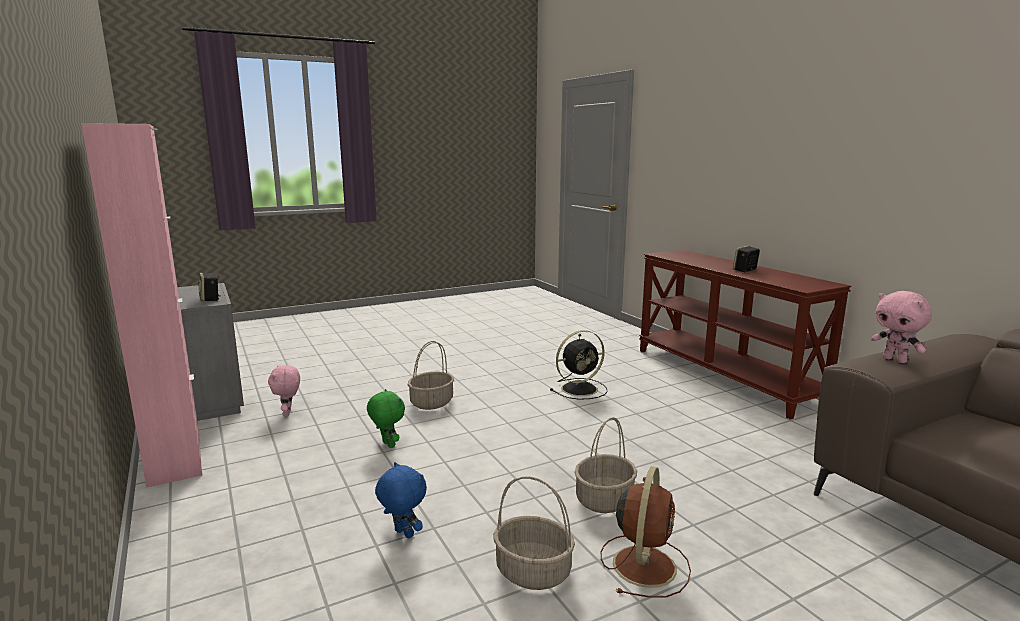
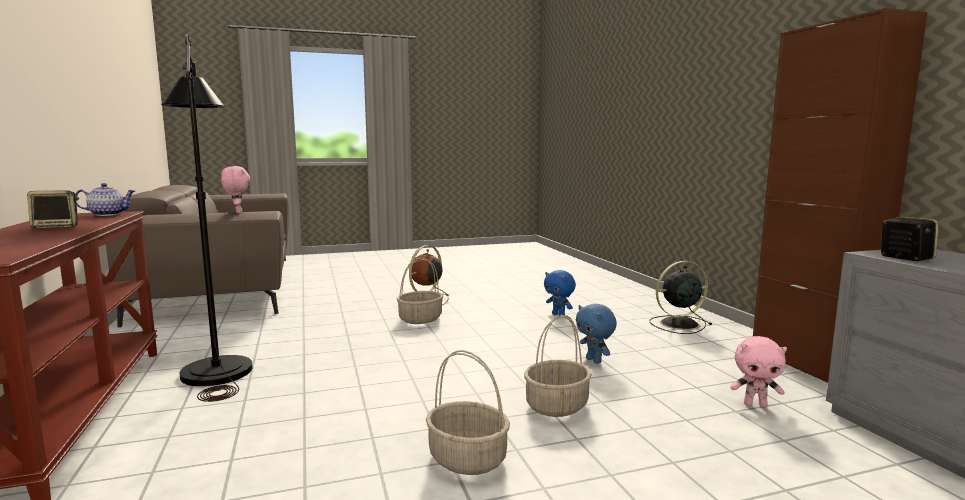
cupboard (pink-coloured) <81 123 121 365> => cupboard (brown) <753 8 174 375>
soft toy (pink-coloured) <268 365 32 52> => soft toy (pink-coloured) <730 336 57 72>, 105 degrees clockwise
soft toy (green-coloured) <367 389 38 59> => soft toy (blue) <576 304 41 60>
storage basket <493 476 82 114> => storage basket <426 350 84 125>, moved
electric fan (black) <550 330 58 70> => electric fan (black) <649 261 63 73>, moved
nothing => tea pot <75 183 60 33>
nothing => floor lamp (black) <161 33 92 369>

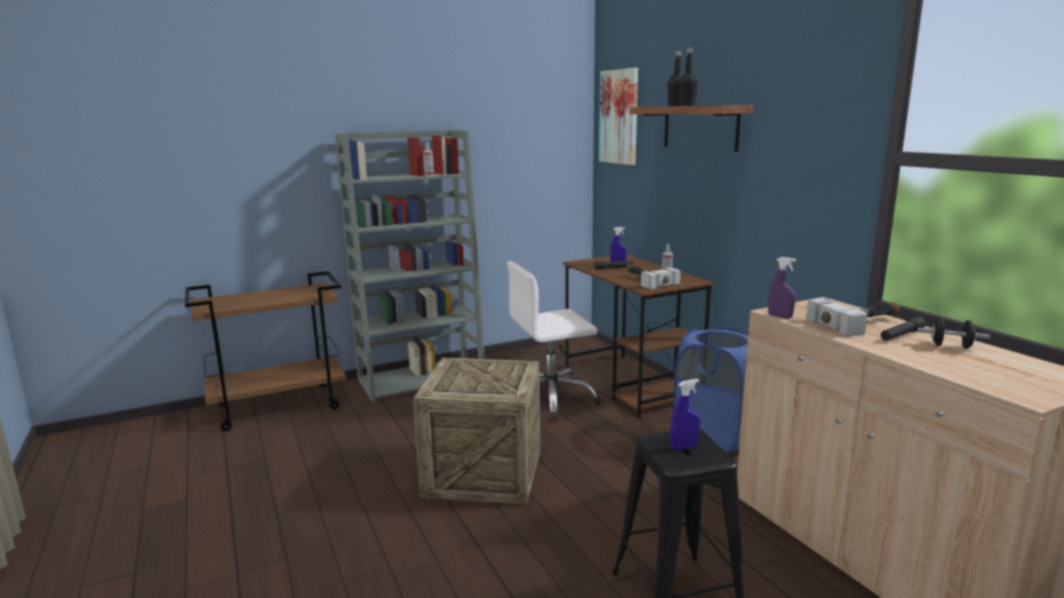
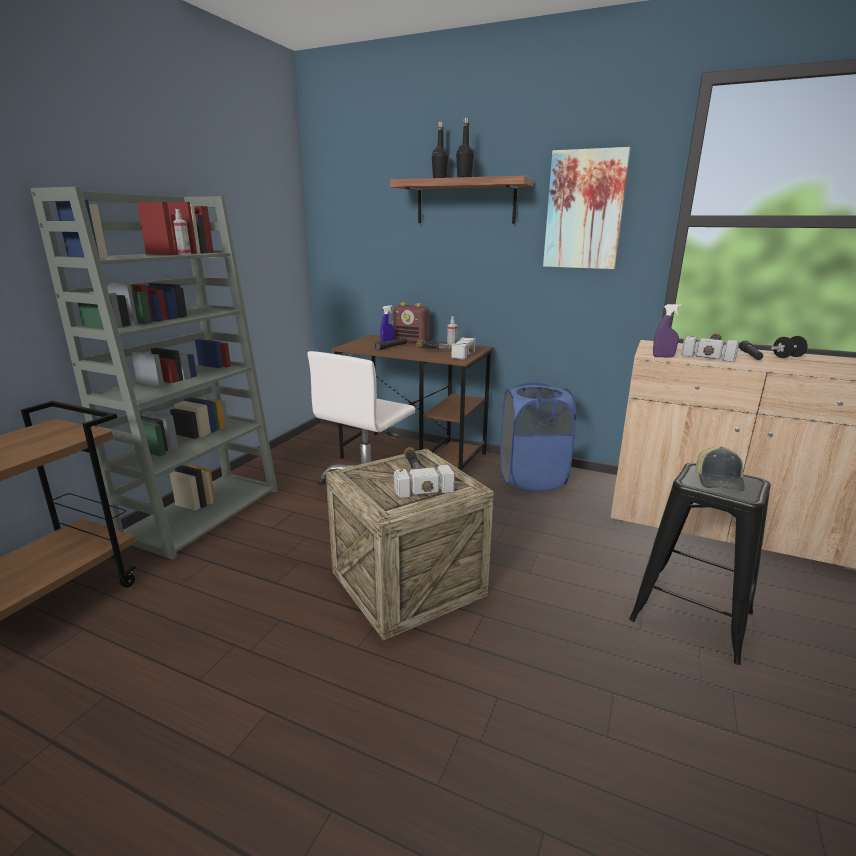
wall art <599 68 39 97> => wall art <543 147 87 122>, moved
sprayer (blue) <671 379 29 71> => baseball cap <695 446 50 45>
nothing => radio set <392 302 38 41>
nothing => hand hammer <394 447 61 51>

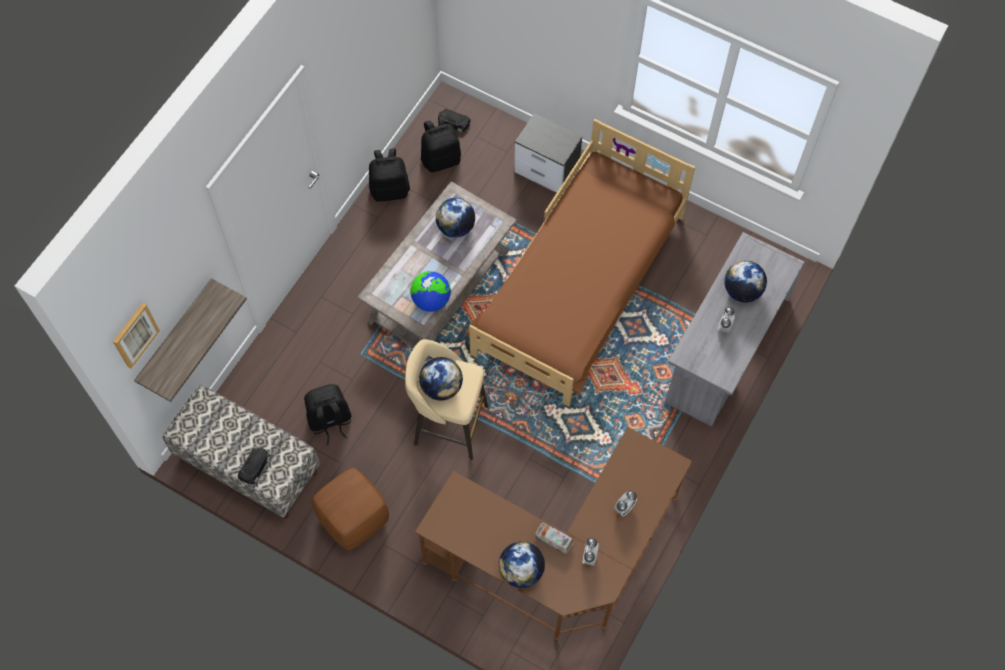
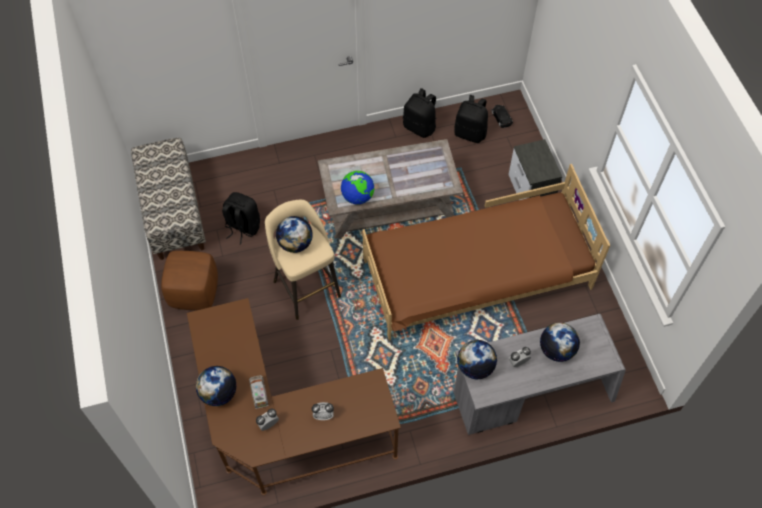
wall art <113 303 47 65> => nothing
bracket shelf <134 278 113 124> => nothing
model car (black) <238 448 32 36> => nothing
desk globe <435 198 40 40> => desk globe <457 340 40 39>, moved

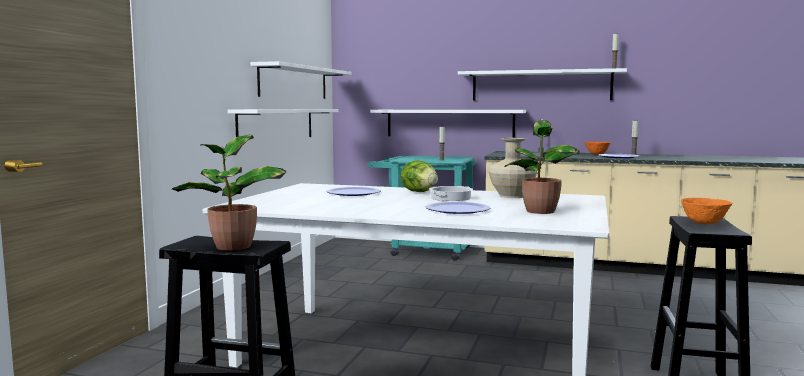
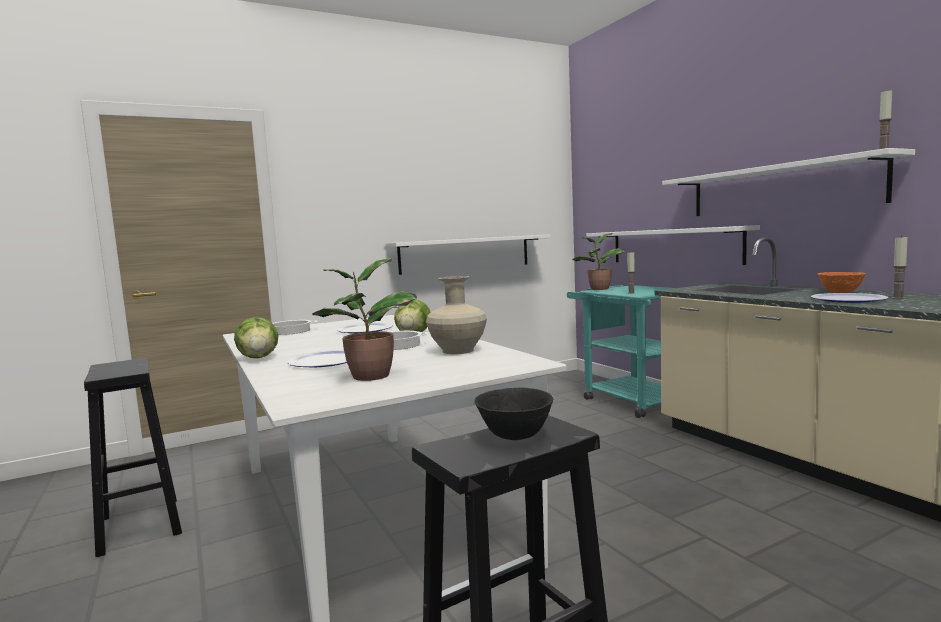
plant in a pot <171 135 115 115> => plant in a pot <572 233 53 57>, moved
bracket shelf (whitish) <250 61 101 38> => nothing
serving bowl (orange-coloured) <681 198 51 27> => serving bowl (black) <474 388 80 52>
nothing => lettuce head <234 317 45 41>
nothing => saucepot <272 320 45 15>

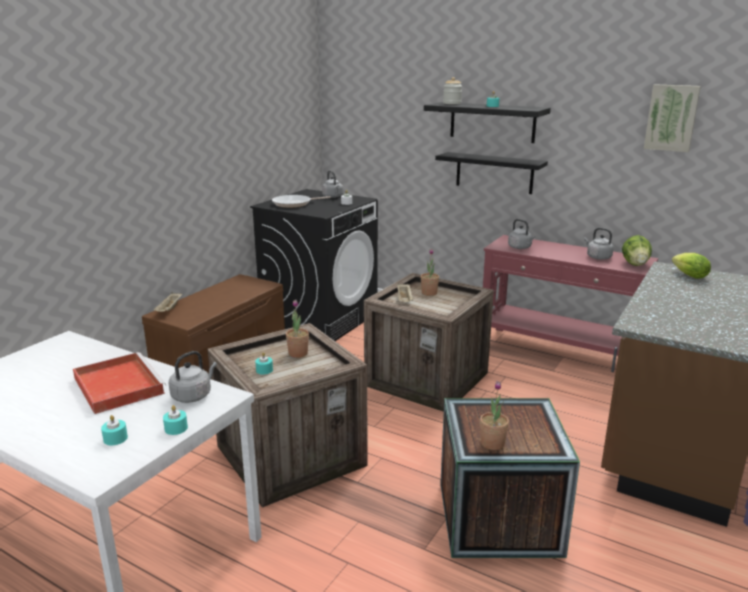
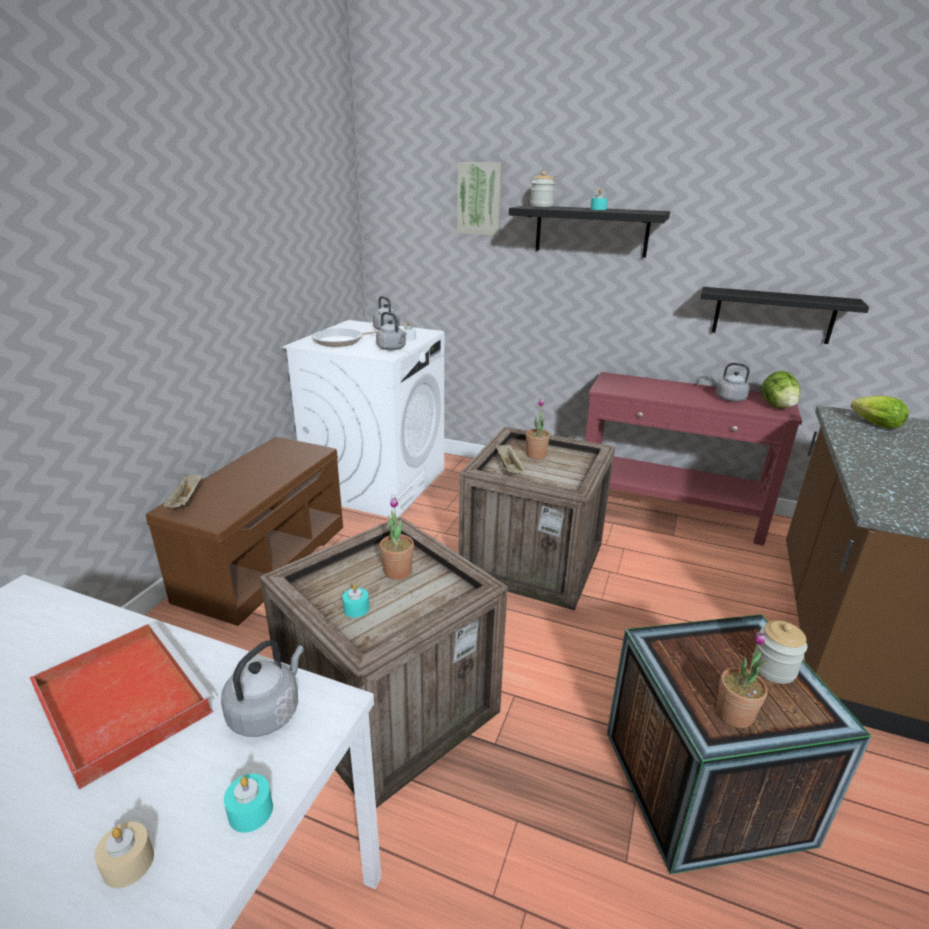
candle (blue-green) <101 415 27 30> => candle (beige) <94 822 60 66>
washing machine (black) <250 189 128 152> => washing machine (whitish) <283 320 161 198>
bracket shelf (black) <435 152 113 42> => bracket shelf (black) <700 287 169 57>, moved
kettle (grey) <508 219 27 30> => kettle (grey) <376 312 30 38>, moved
wall art <644 84 57 68> => wall art <457 162 46 74>, moved
nothing => jar <752 621 55 63>

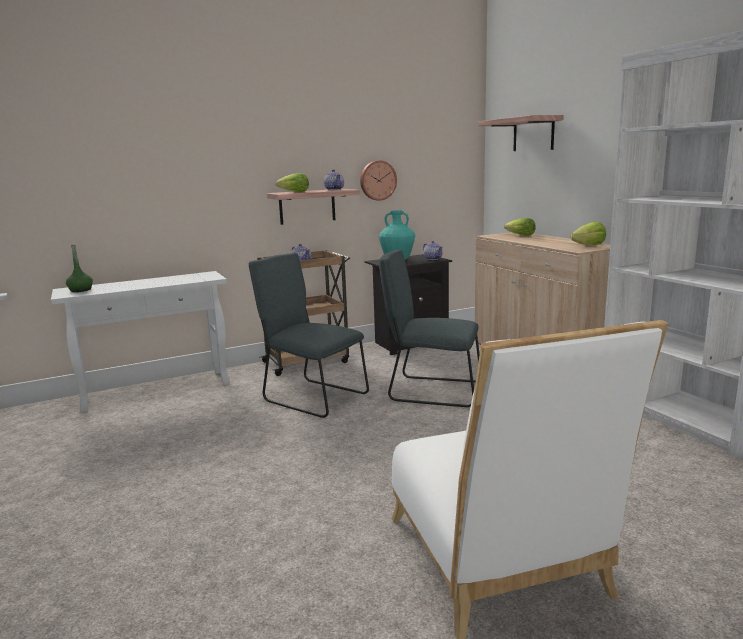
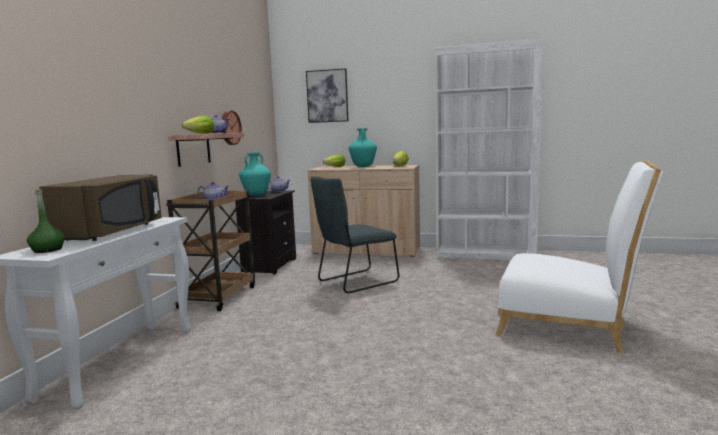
chair (grey) <249 253 120 165> => nothing
bracket shelf <478 115 86 36> => wall art <306 68 43 55>
nothing => microwave (brown) <39 174 123 67>
nothing => vase (blue-green) <349 128 28 39>

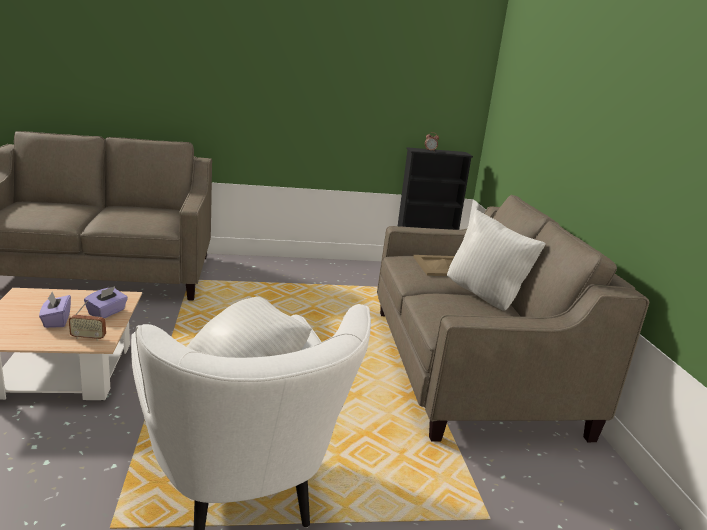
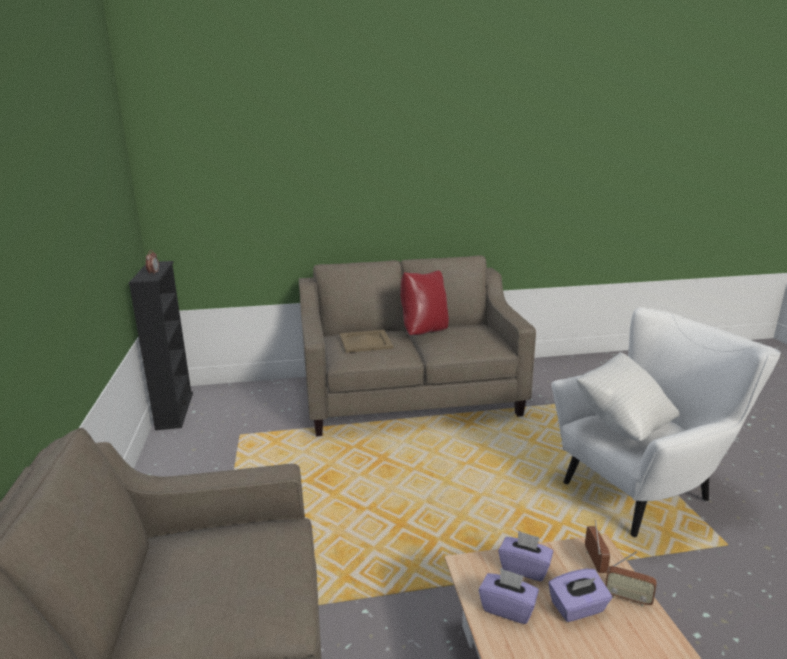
throw pillow (whitish) <447 209 99 102> => throw pillow (red) <400 270 49 65>
nothing => box of tissues (purple-coloured) <479 568 60 56>
nothing => radio set <605 551 51 56>

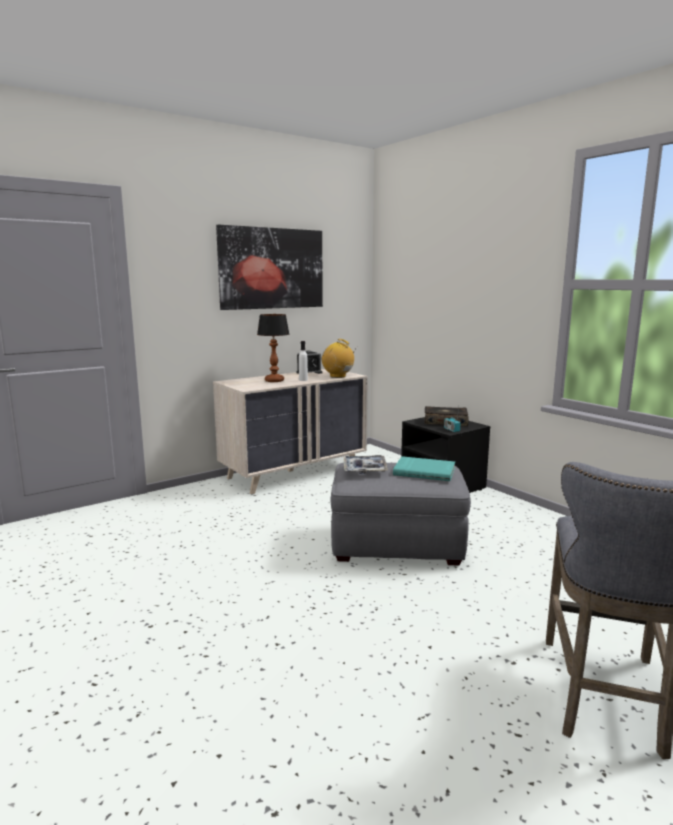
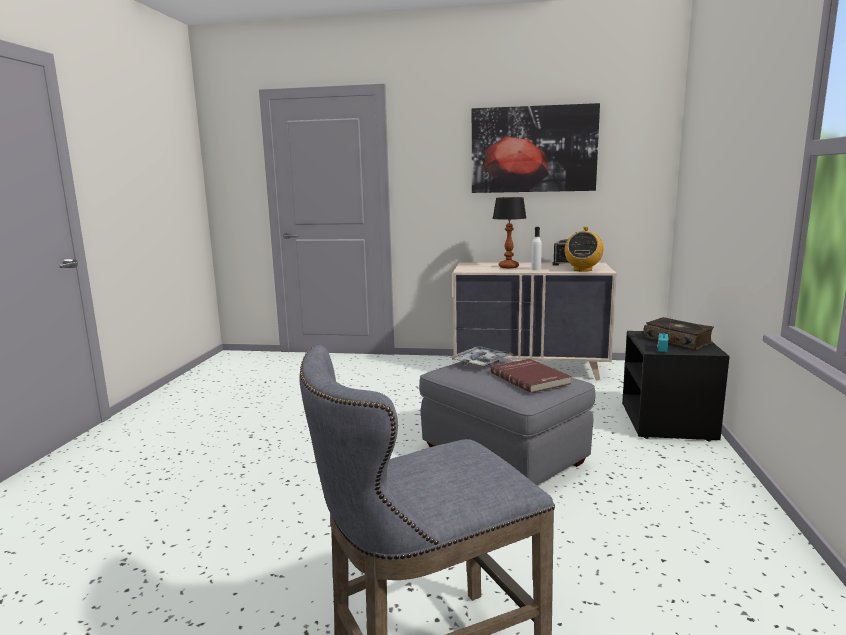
radio set <321 339 34 39> => radio set <564 226 39 46>, 150 degrees counterclockwise
book (blue-green) <393 456 62 25> => book (red) <491 359 80 34>

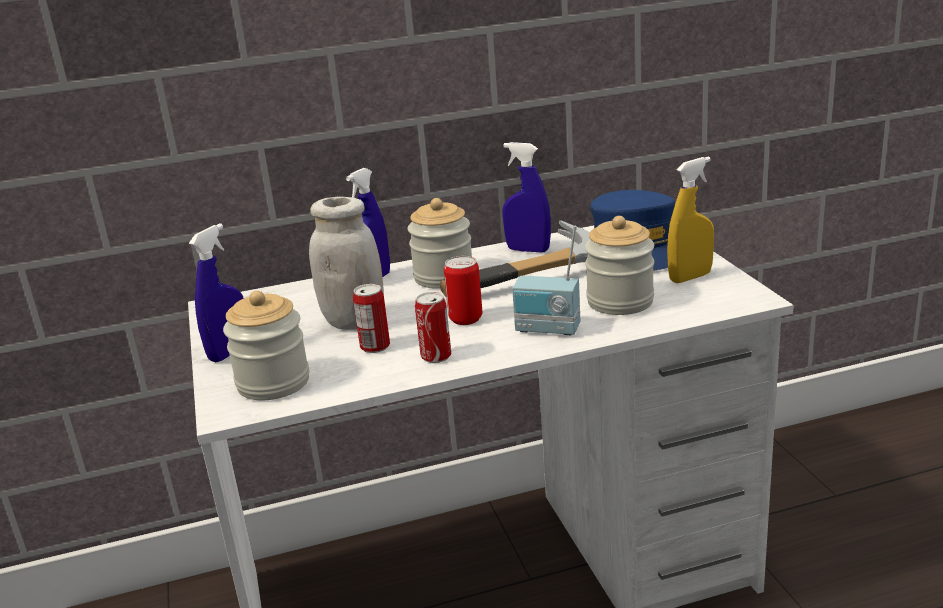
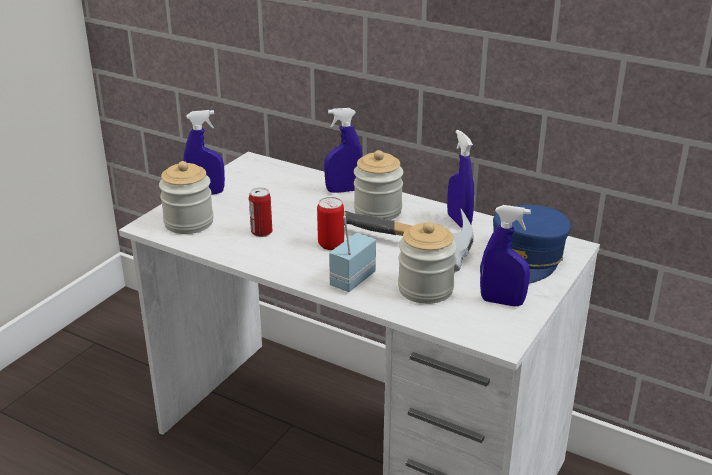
jar (whitish) <309 197 75 133> => nothing
sealed can <415 292 36 71> => nothing
radio set <512 226 68 109> => radio set <329 216 47 76>, 60 degrees clockwise
sprayer (yellow-coloured) <667 157 47 126> => sprayer (blue) <480 205 51 102>

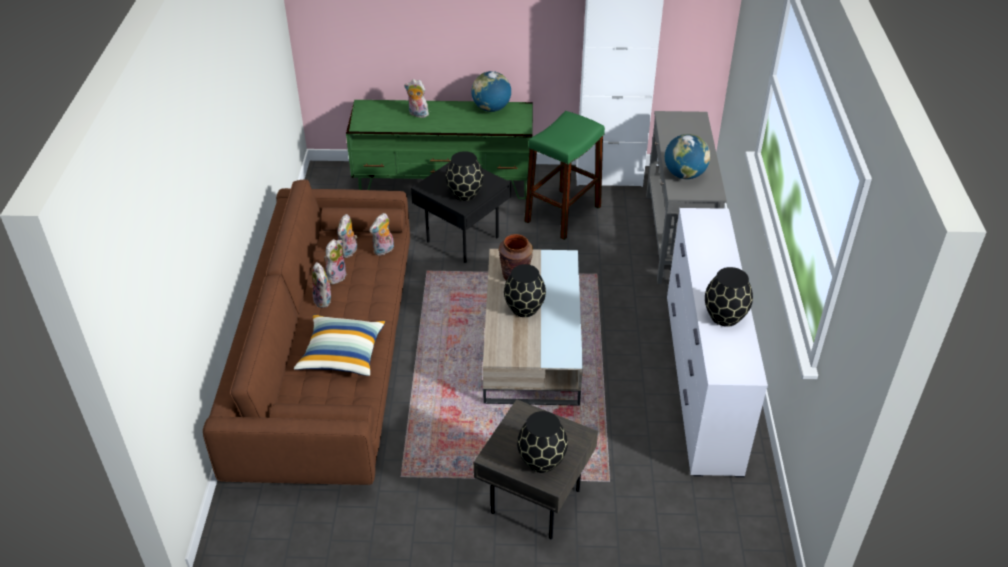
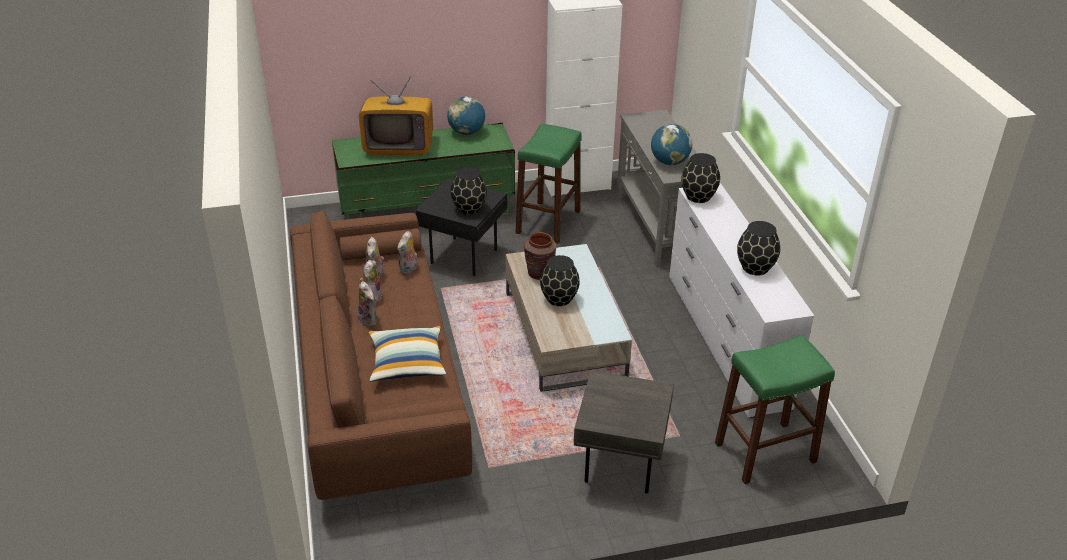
soft toy <404 79 26 39> => television <359 76 74 79>
vase (black) <517 411 51 62> => vase (black) <681 153 39 50>, moved
nothing => sitting stool (green-coloured) <715 335 120 149>

